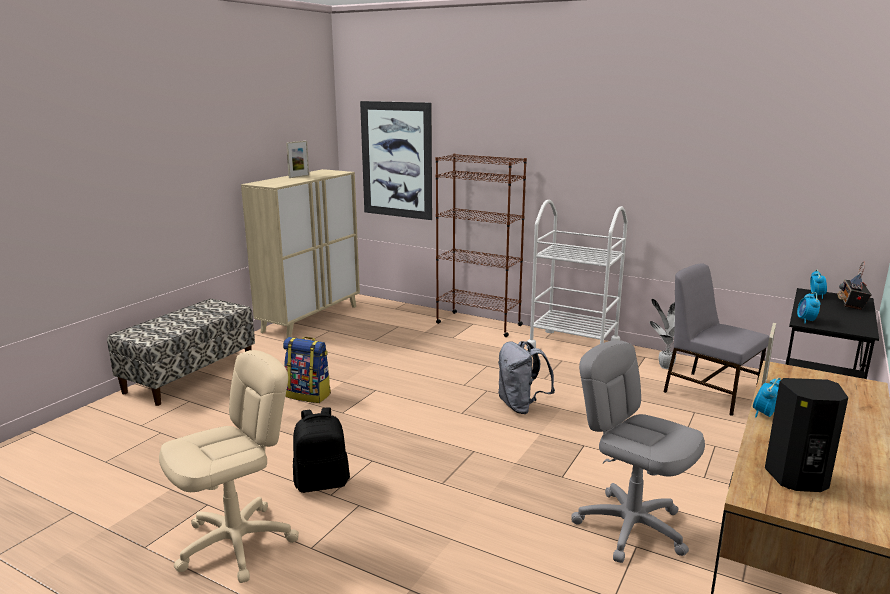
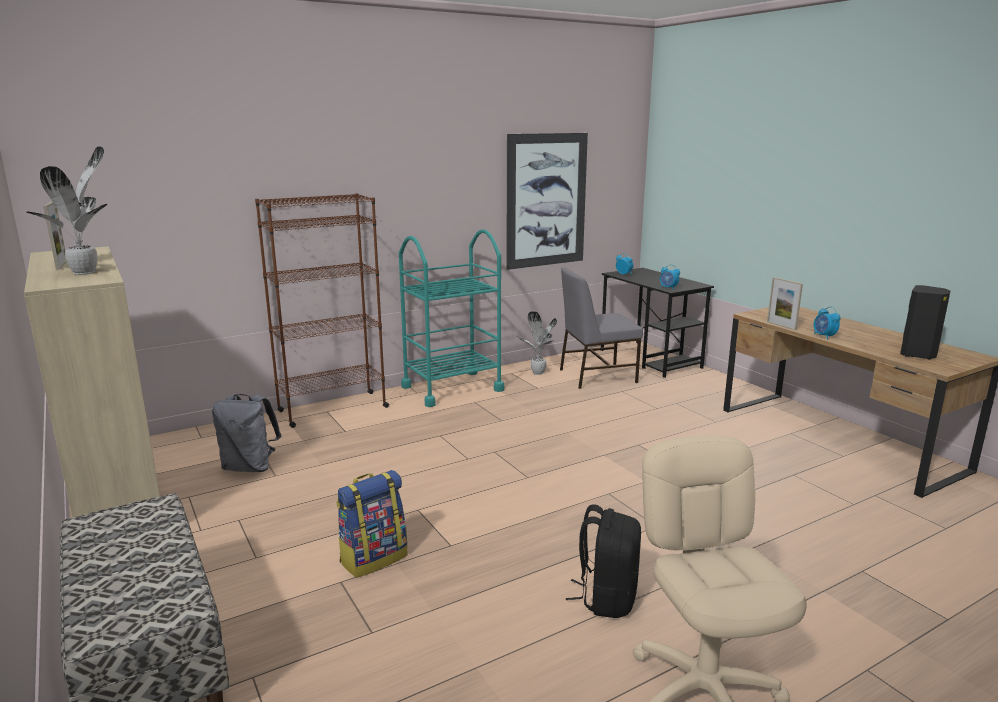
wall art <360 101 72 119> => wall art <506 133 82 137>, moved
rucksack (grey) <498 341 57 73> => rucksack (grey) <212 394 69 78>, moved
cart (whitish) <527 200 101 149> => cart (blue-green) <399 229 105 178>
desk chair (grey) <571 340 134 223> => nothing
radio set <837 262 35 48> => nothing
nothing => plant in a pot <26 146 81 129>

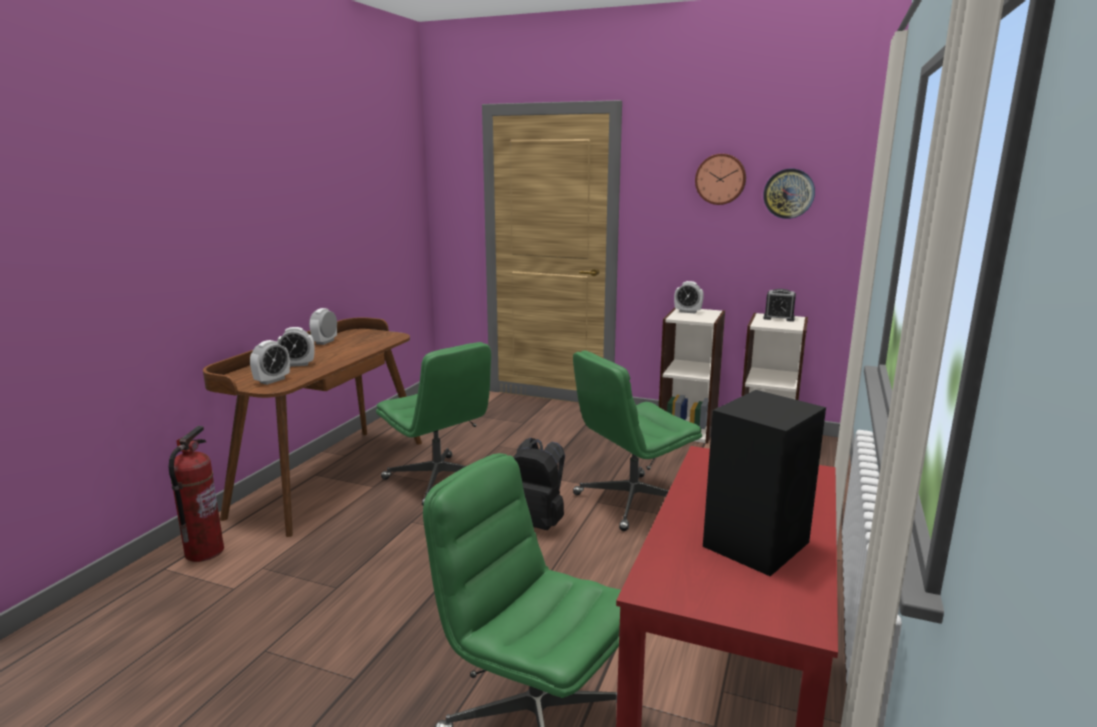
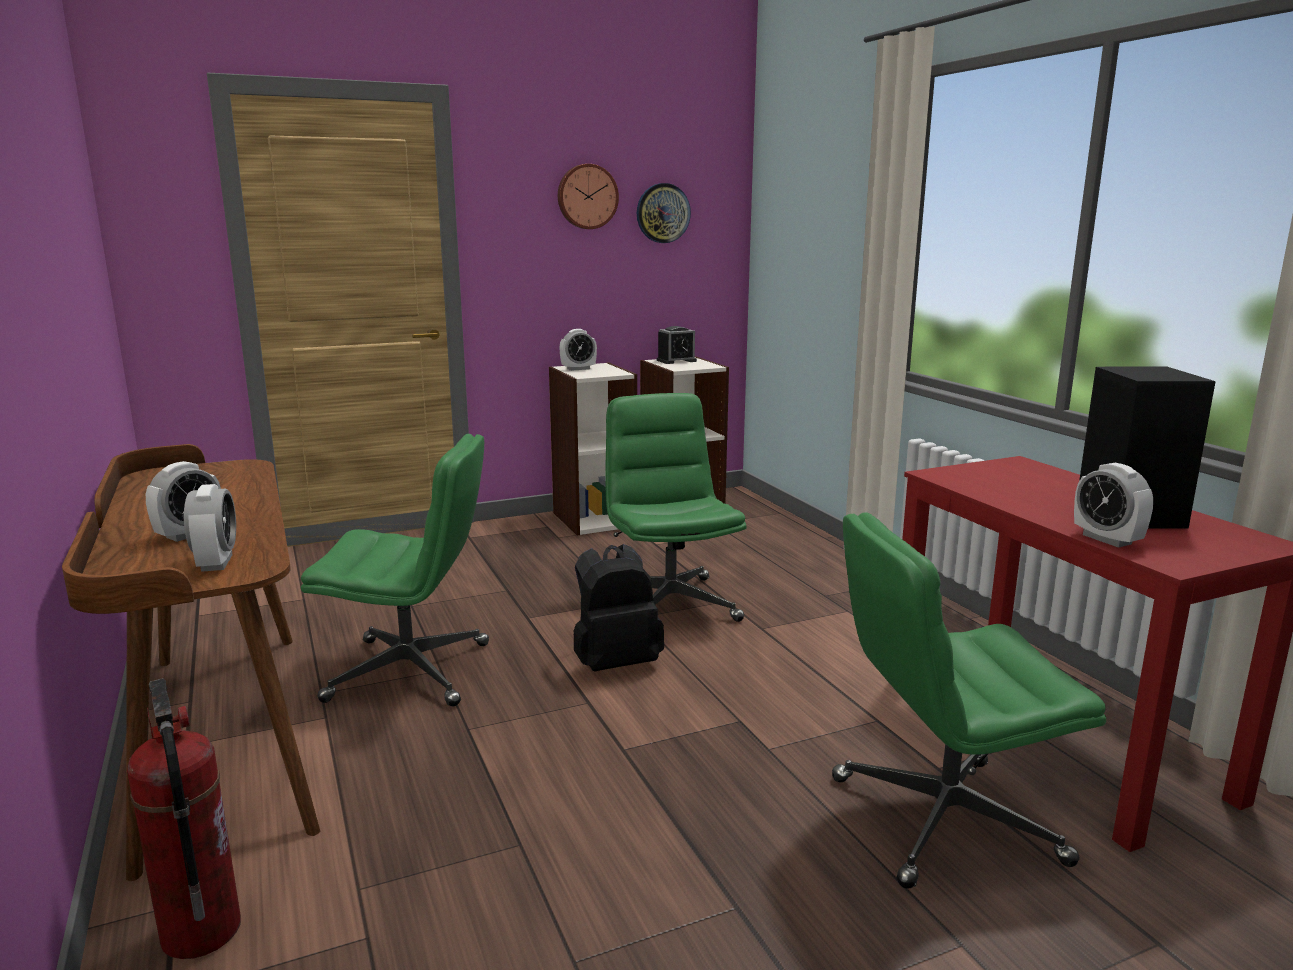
alarm clock <309 308 28 37> => alarm clock <1074 463 79 85>, moved
desk chair (green-coloured) <573 350 129 181> => desk chair (green-coloured) <605 393 142 229>, 150 degrees clockwise

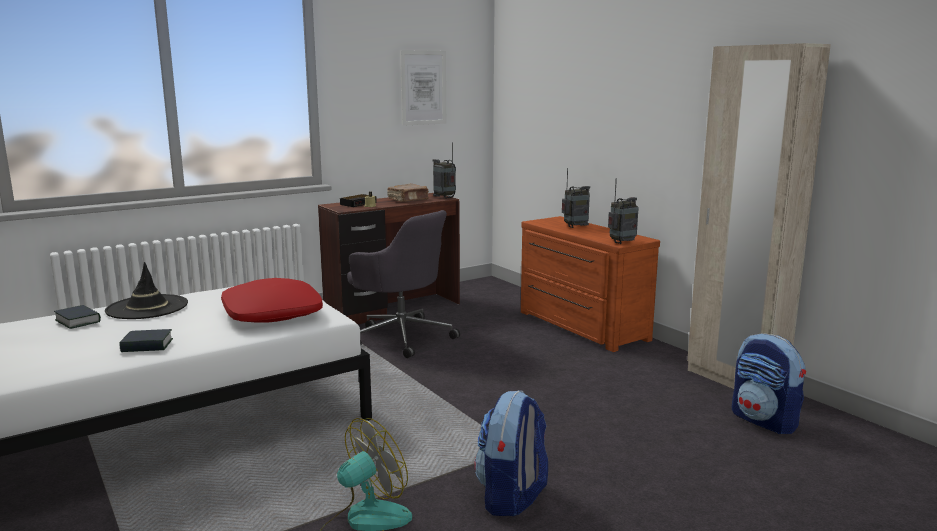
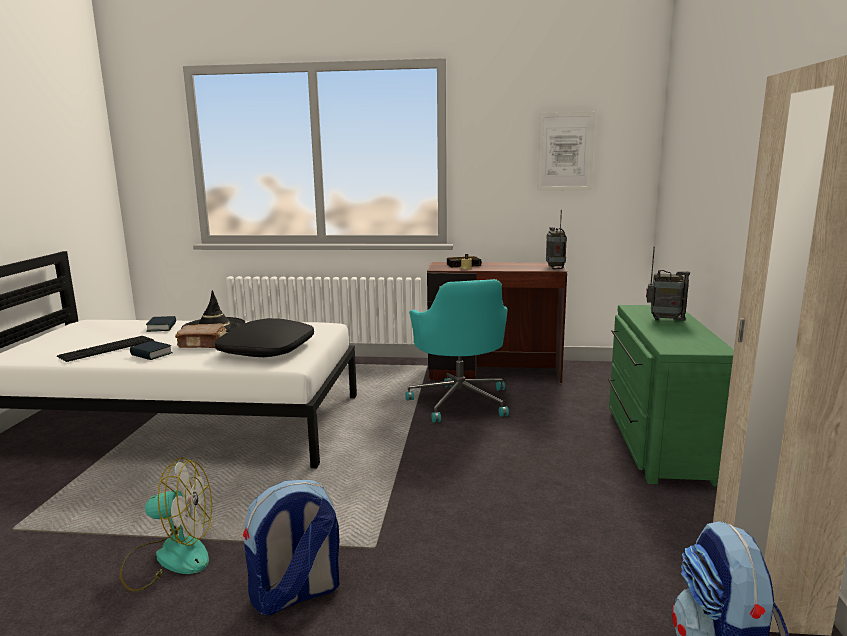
throw pillow (red) <221 278 102 45> => throw pillow (black) <215 318 99 39>
desk chair (grey) <347 210 113 148> => desk chair (blue-green) <405 279 104 144>
book (brown) <387 184 41 18> => book (brown) <175 323 52 25>, moved
drawer chest (brown) <521 216 139 136> => drawer chest (green-coloured) <608 305 126 181>
radio set <608 178 31 66> => nothing
nothing => PC keyboard <57 336 97 26>

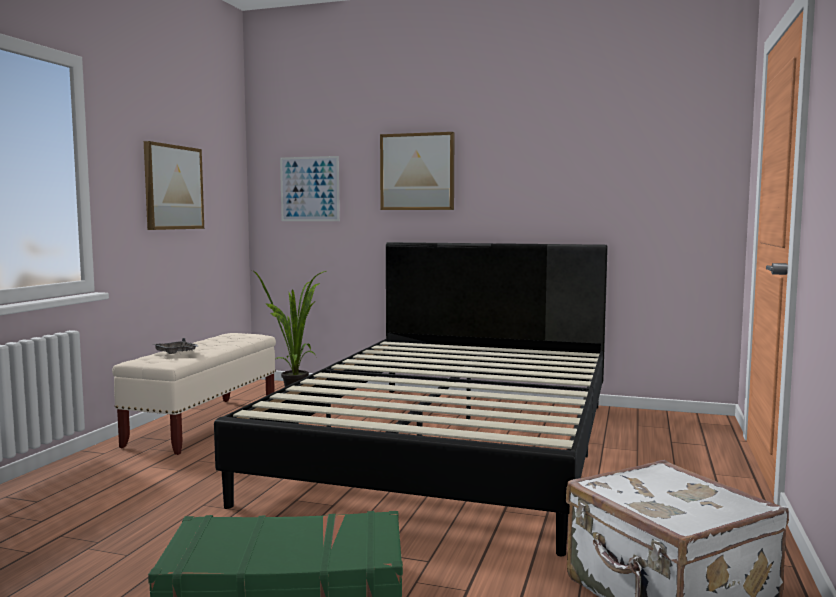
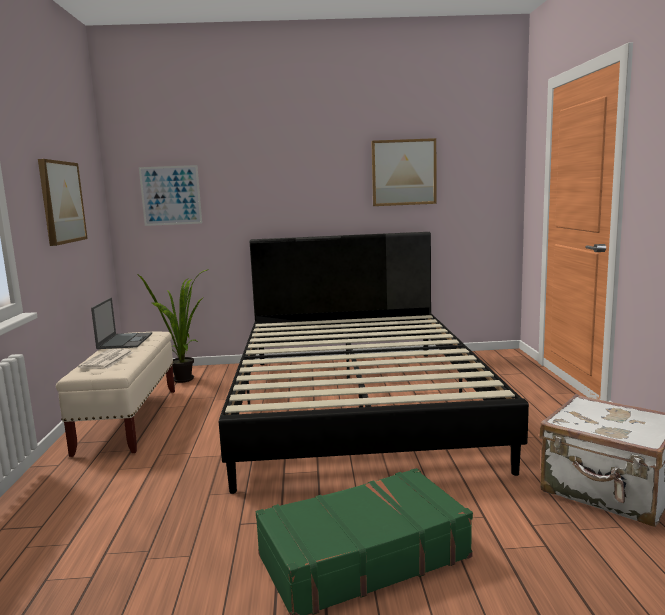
serving tray (grey) <152 338 46 16> => printed paper <78 349 56 20>
wall art <380 132 75 78> => wall art <371 138 65 68>, moved
nothing => laptop <91 298 61 51>

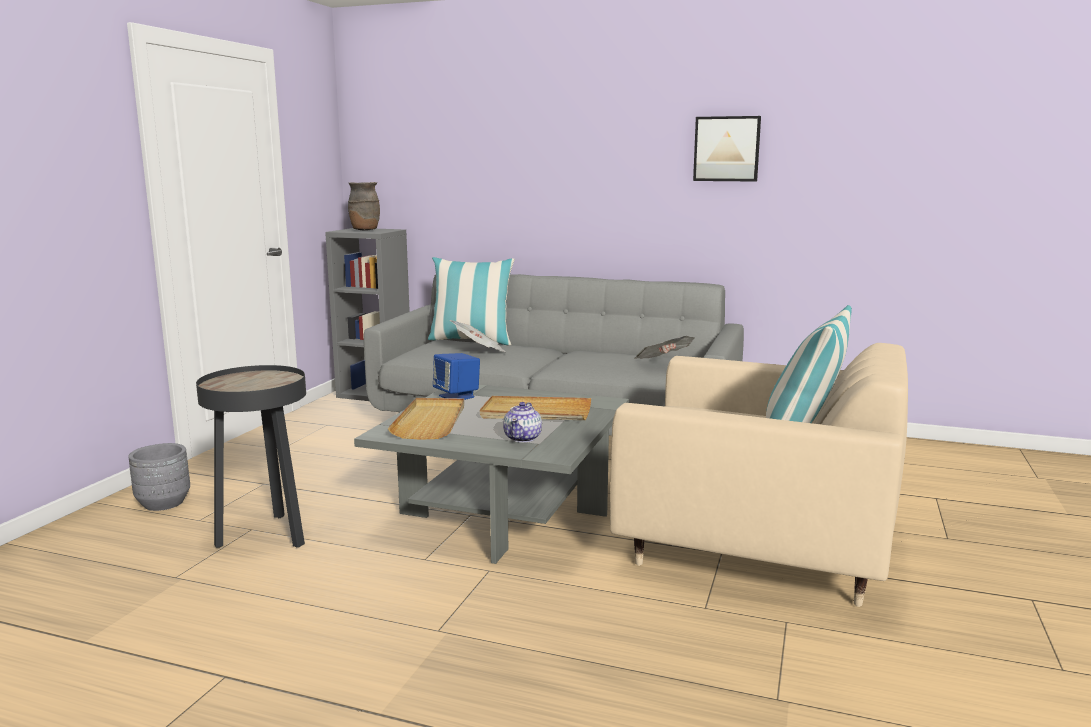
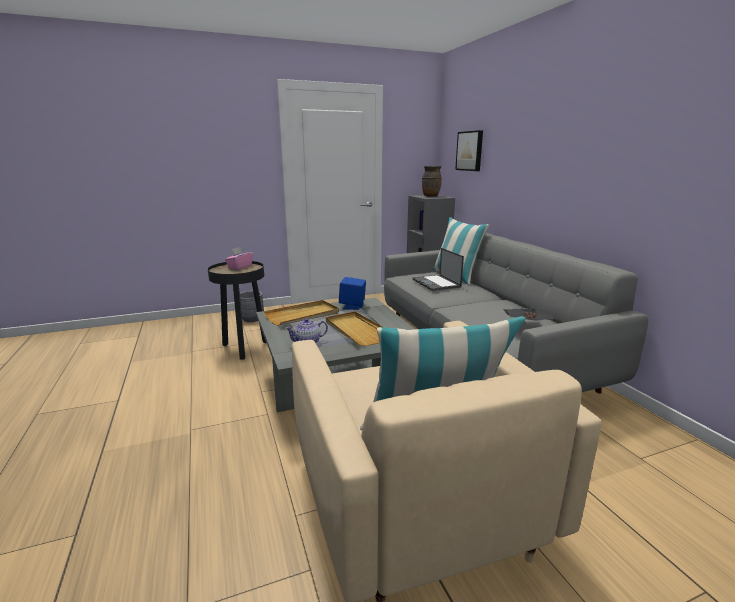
printed paper <450 320 55 32> => laptop <412 248 52 43>
wall art <693 116 68 66> => wall art <455 130 28 41>, moved
nothing => box of tissues (pink-coloured) <225 247 28 23>

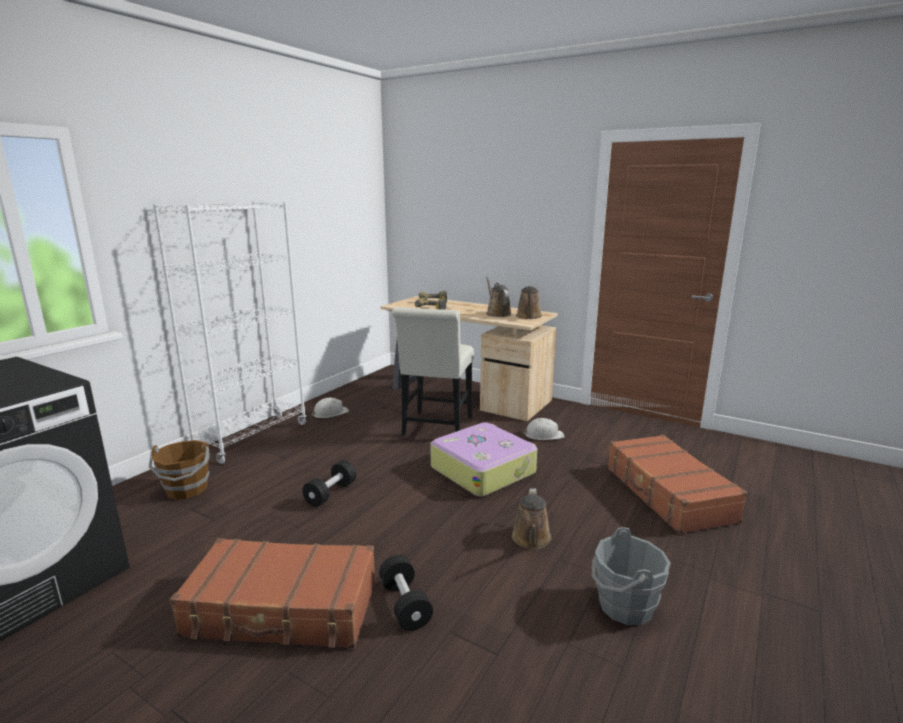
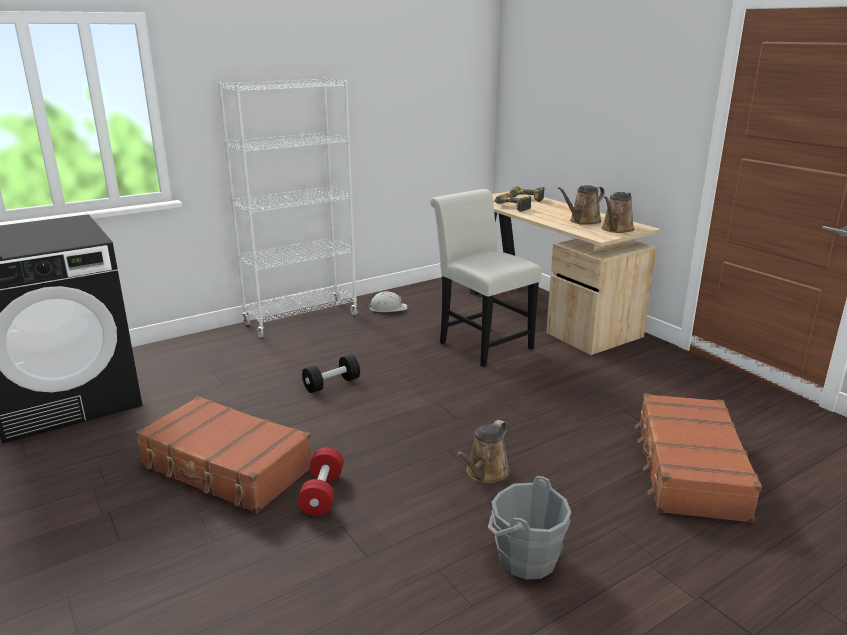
bucket (brown) <149 440 61 60> => nothing
free weight (black) <379 555 54 76> => free weight (red) <298 447 46 69>
chair (whitish) <392 307 82 129> => chair (whitish) <430 189 112 178>, 105 degrees clockwise
travel case <430 423 107 74> => nothing
sprinkling can (brown) <486 276 25 41> => sprinkling can (brown) <558 185 47 40>, 135 degrees counterclockwise
hard hat (whitish) <523 418 41 22> => nothing

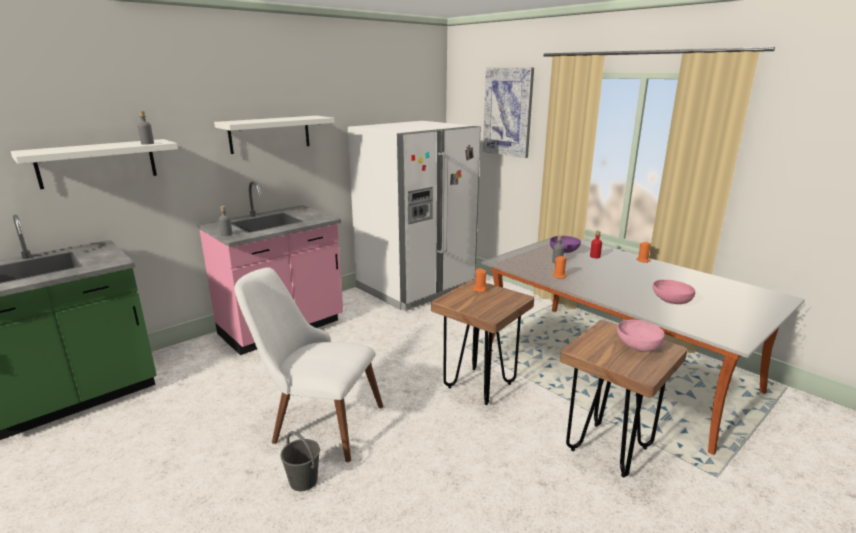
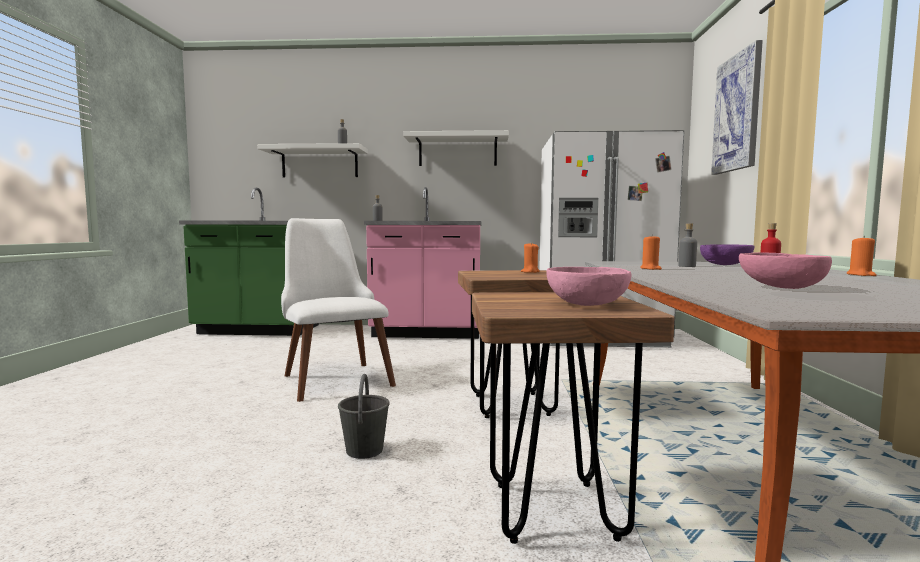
bucket (grey) <280 431 40 60> => bucket (grey) <338 374 52 85>, moved

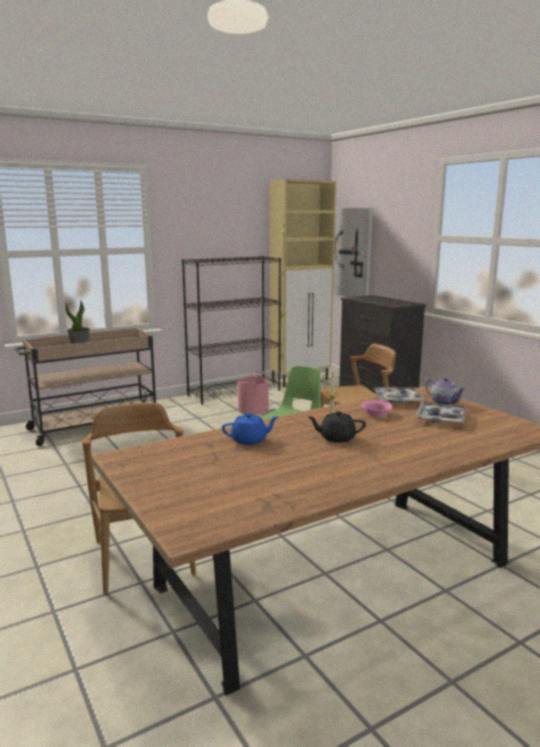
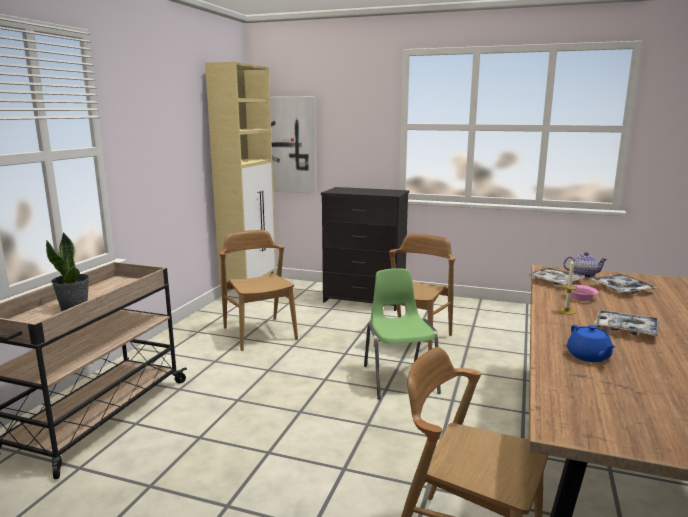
shelving unit (black) <182 256 99 149> => nothing
tea pot (blue) <222 413 56 32> => tea pot (blue) <567 325 48 37>, 135 degrees clockwise
bucket (pink-coloured) <238 371 31 44> => chair (brown) <219 230 79 121>
tea pot (black) <308 411 58 32> => serving tray <593 310 67 26>

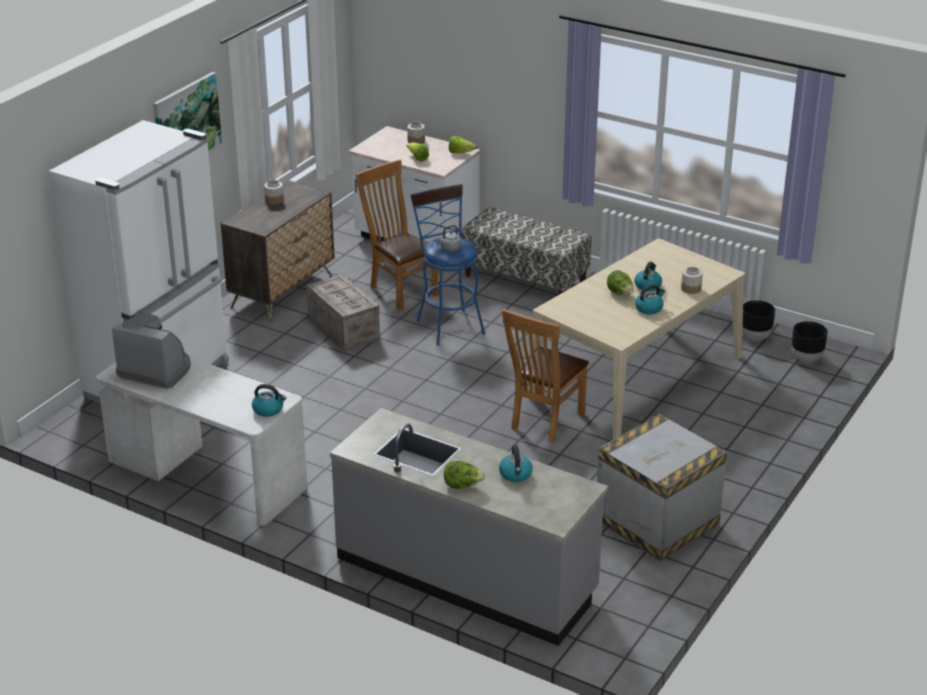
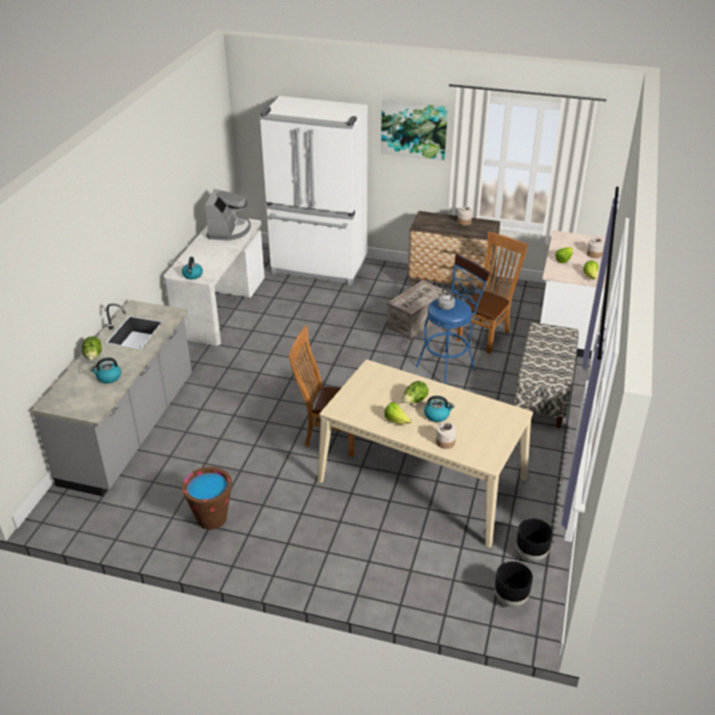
packing crate <597 414 130 147> => bucket (brown) <182 467 50 63>
kettle <635 284 30 31> => lettuce head <384 402 28 22>

